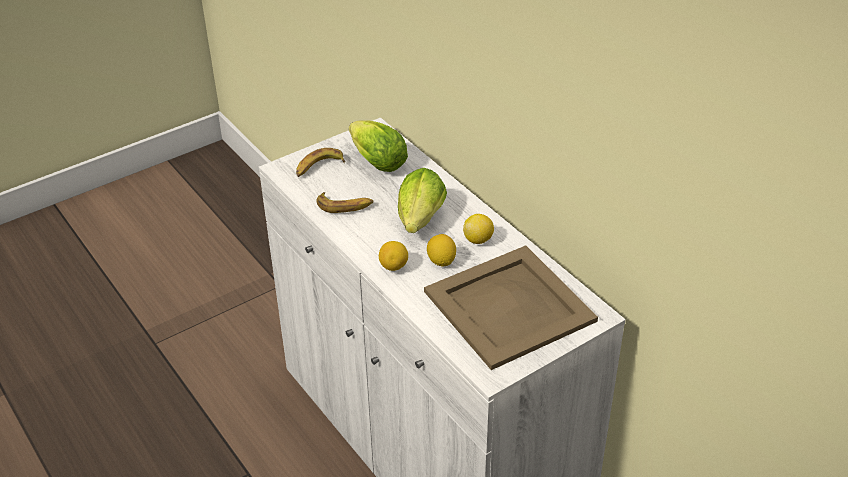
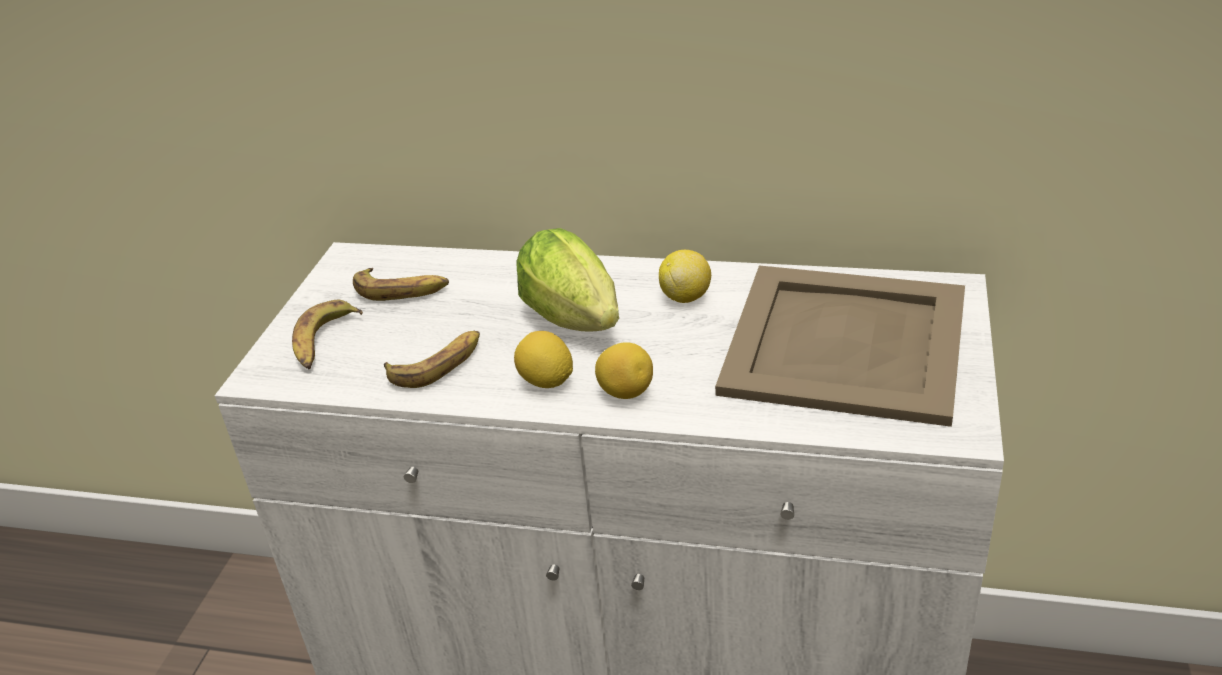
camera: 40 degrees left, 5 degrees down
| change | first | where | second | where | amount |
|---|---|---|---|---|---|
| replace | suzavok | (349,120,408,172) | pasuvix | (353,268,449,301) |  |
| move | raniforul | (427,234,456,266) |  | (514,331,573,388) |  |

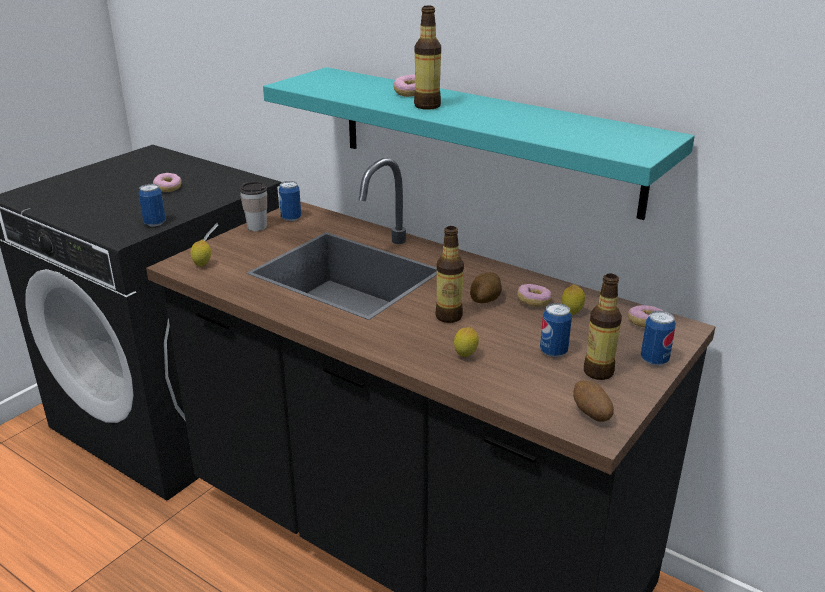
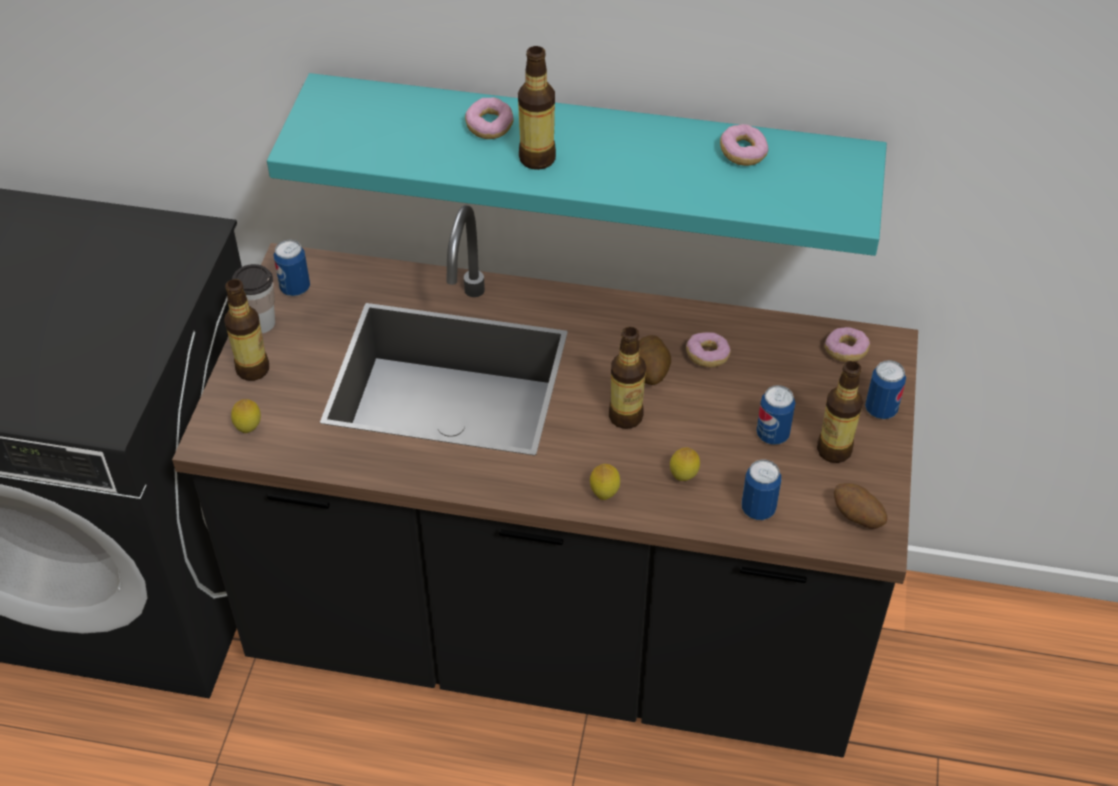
camera: 25 degrees left, 20 degrees up
| change | first | where | second | where | amount |
|---|---|---|---|---|---|
| move | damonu | (153,173,182,192) |  | (720,124,768,166) |  |
| move | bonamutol | (139,184,166,227) |  | (742,459,781,520) |  |
| move | raniforul | (562,284,585,315) |  | (590,464,620,500) |  |
| insert |  |  | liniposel | (224,279,269,381) |  |

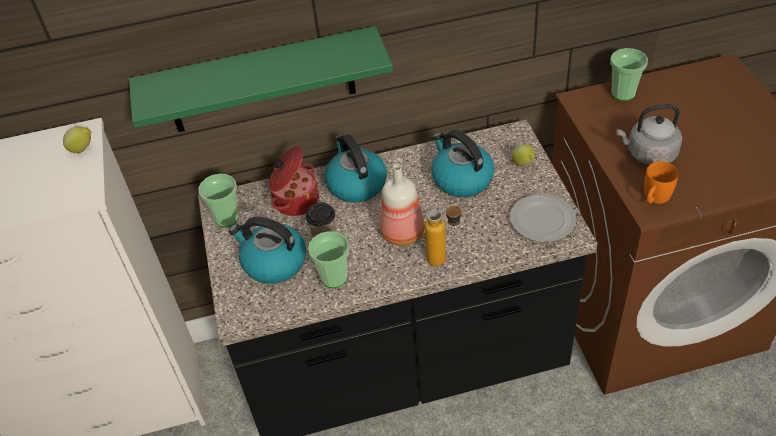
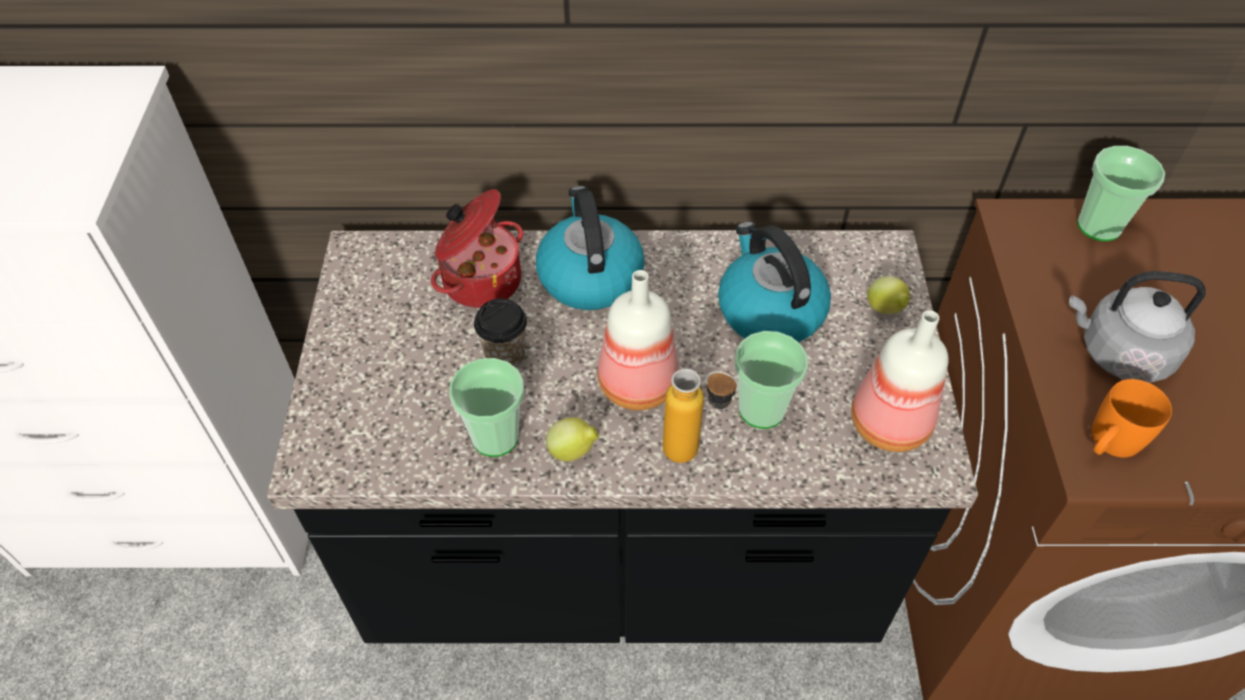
camera: 10 degrees right, 5 degrees up
| change | first | where | second | where | amount |
|---|---|---|---|---|---|
| delete | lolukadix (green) | (129,26,393,132) |  |  |  |
| move | raniforul | (63,126,91,153) |  | (546,417,599,461) |  |
| move | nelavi | (199,174,239,227) |  | (735,331,808,429) |  |
| replace | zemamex | (510,194,576,242) | liniposel | (851,310,948,452) |  |
| delete | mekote | (229,217,306,284) |  |  |  |

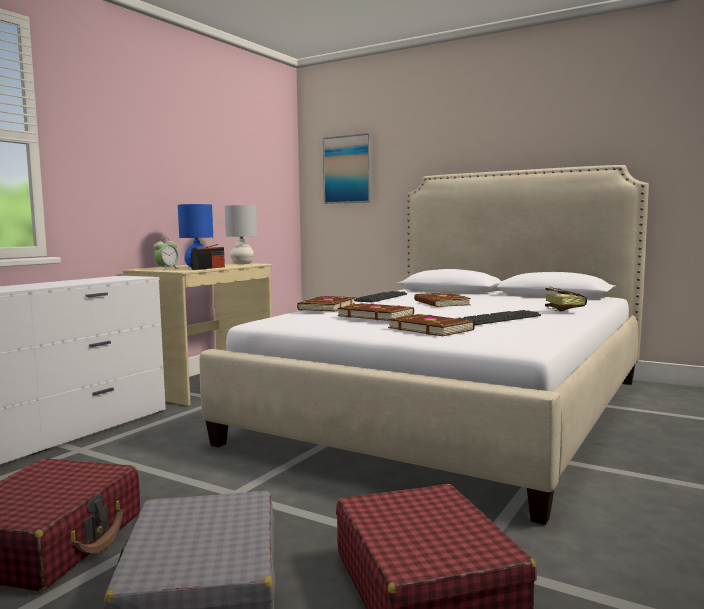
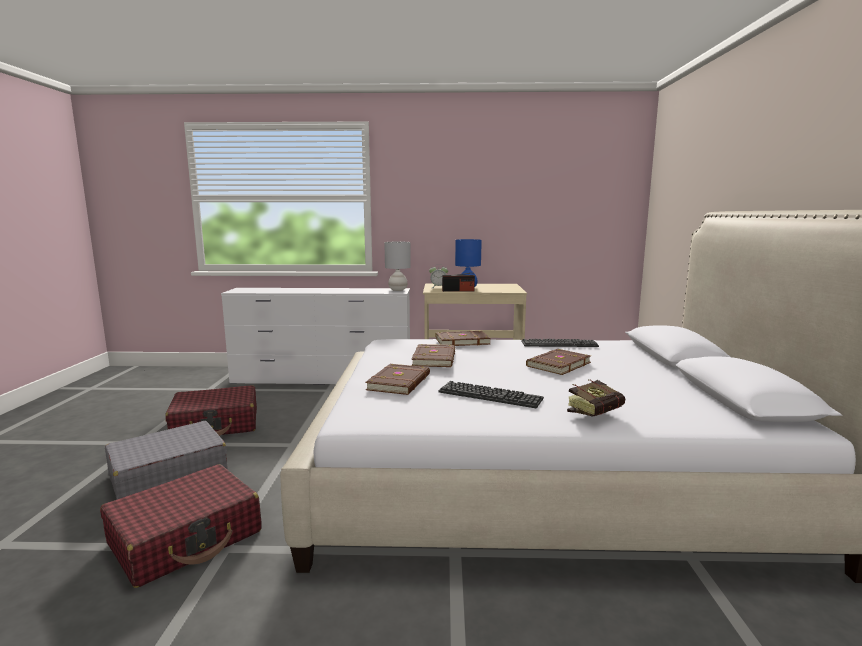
camera: 60 degrees right, 5 degrees up
| change | first | where | second | where | amount |
|---|---|---|---|---|---|
| delete | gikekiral | (323,133,372,204) |  |  |  |
| move | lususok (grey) | (225,205,257,264) |  | (384,242,411,291) |  |

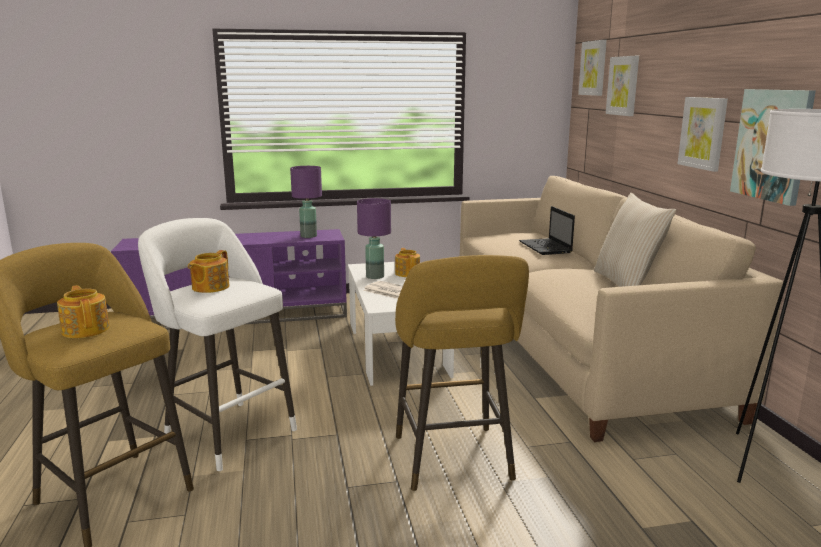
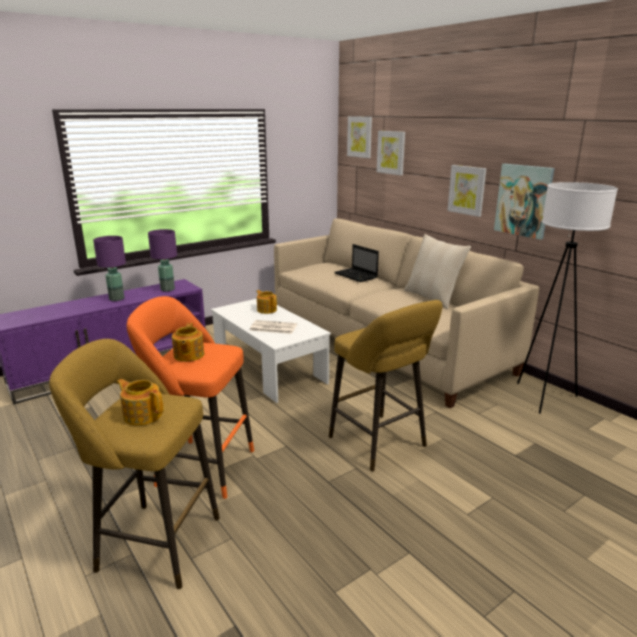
camera: 25 degrees left, 5 degrees up
| change | first | where | second | where | amount |
|---|---|---|---|---|---|
| move | lususok (purple) | (357,198,391,279) |  | (93,236,126,301) |  |
| recolor | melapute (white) | (138,218,297,471) | melapute (orange) | (127,296,254,499) |  |

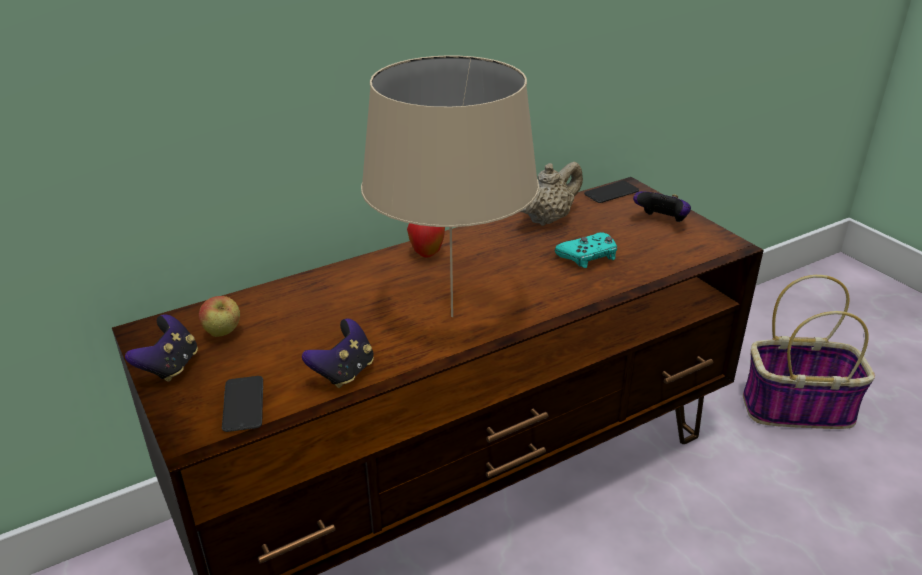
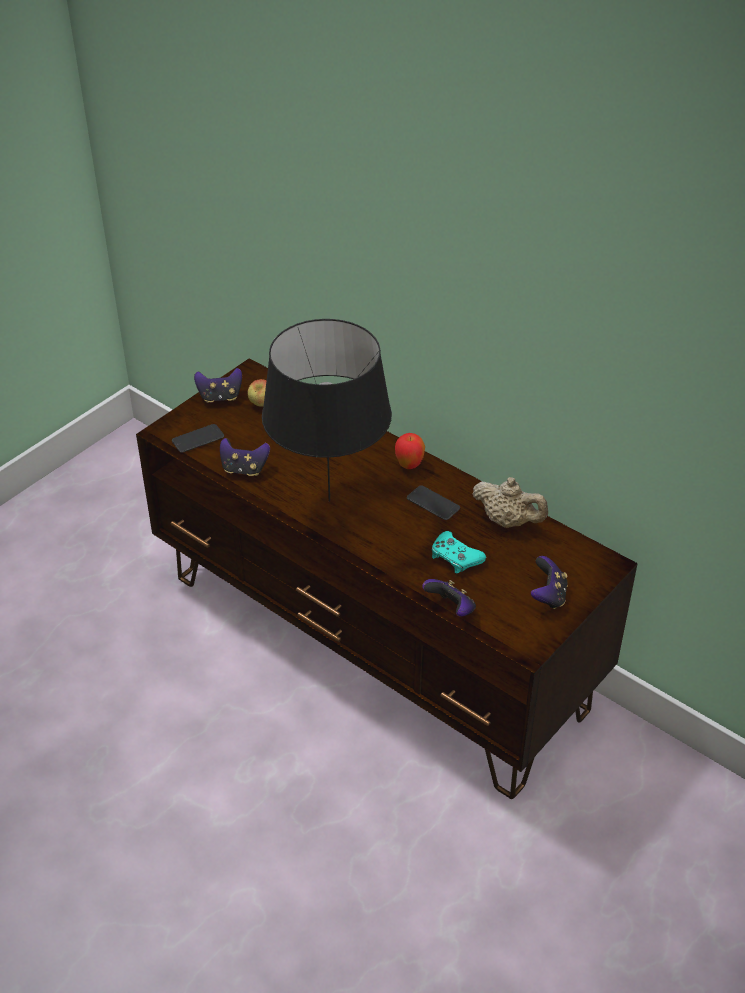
camera: 70 degrees right, 10 degrees up
| change | first | where | second | where | amount |
|---|---|---|---|---|---|
| recolor | lususok (beige) | (361,56,539,317) | lususok (black) | (262,319,392,502) |  |
| move | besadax | (584,181,639,203) |  | (407,485,460,520) |  |
| delete | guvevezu | (743,275,875,429) |  |  |  |
| insert |  |  | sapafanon | (422,579,476,617) |  |

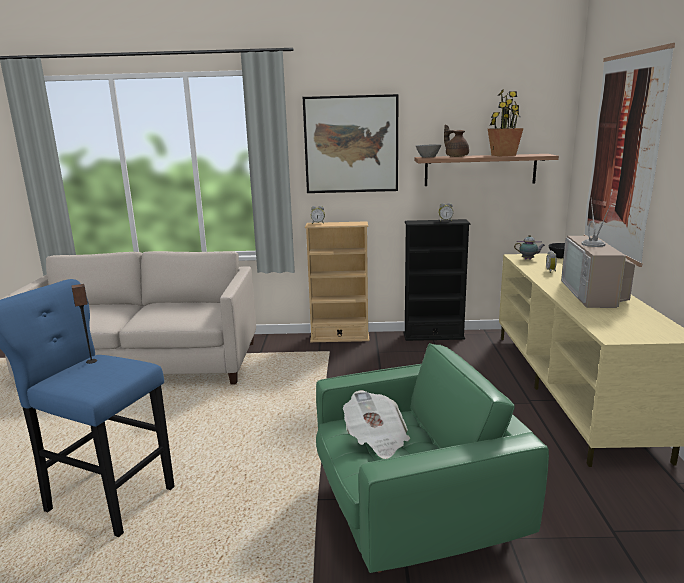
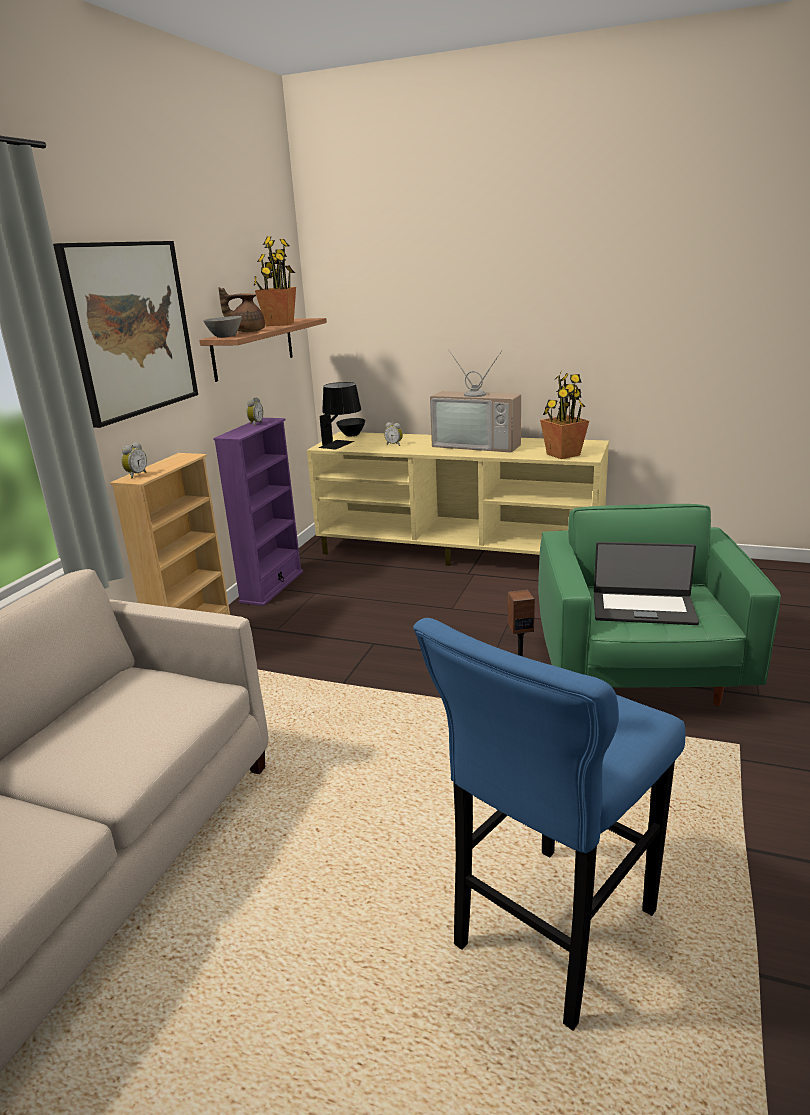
camera: 70 degrees left, 5 degrees up
| change | first | where | second | where | amount |
|---|---|---|---|---|---|
| delete | gikekiral | (584,43,675,267) |  |  |  |
| recolor | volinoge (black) | (404,219,471,341) | volinoge (purple) | (213,418,303,606) |  |
| replace | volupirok | (514,235,545,260) | lususok (black) | (318,382,361,450) |  |
| replace | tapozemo | (343,390,410,459) | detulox | (594,542,699,625) |  |
| insert |  |  | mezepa | (540,370,589,459) |  |

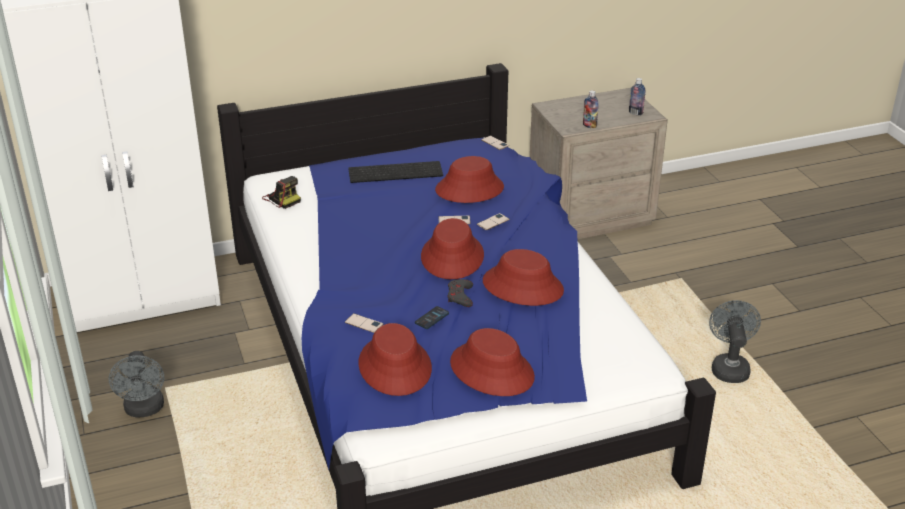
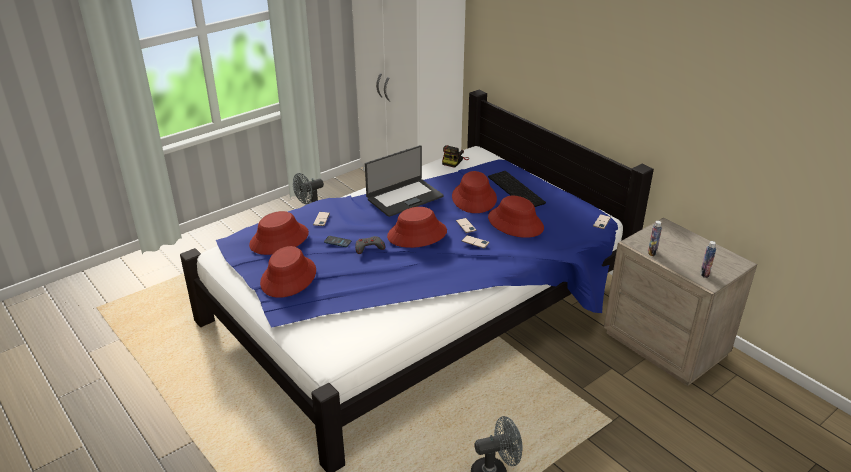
camera: 70 degrees right, 0 degrees up
| change | first | where | second | where | amount |
|---|---|---|---|---|---|
| move | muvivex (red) | (483,249,564,306) |  | (452,171,497,213) |  |
| insert |  |  | detulox | (365,145,444,217) |  |

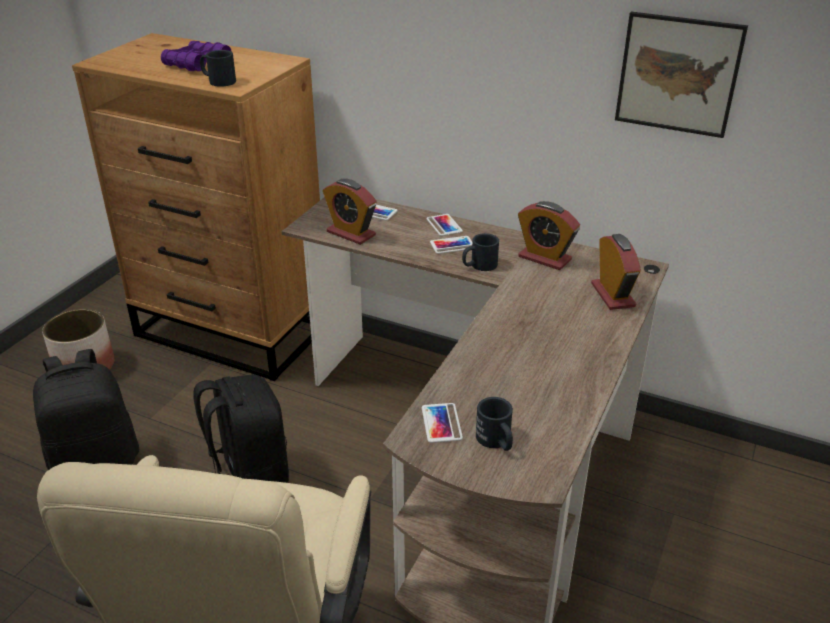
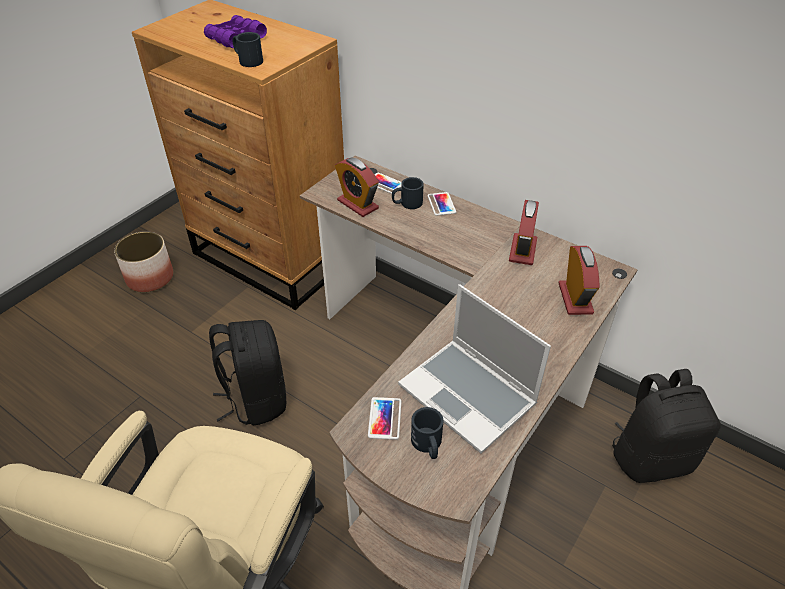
camera: 10 degrees right, 10 degrees up
| change | first | where | second | where | amount |
|---|---|---|---|---|---|
| delete | gikekiral | (615,12,748,138) |  |  |  |
| rotate | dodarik | (518,201,580,270) |  | (509,200,539,265) | 60 degrees clockwise |
| move | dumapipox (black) | (462,233,499,271) |  | (392,177,424,209) |  |
| delete | besadax | (430,236,472,254) |  |  |  |
| move | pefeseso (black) | (33,349,139,470) |  | (612,369,721,483) |  |
| insert |  |  | detulox | (398,284,551,453) |  |

